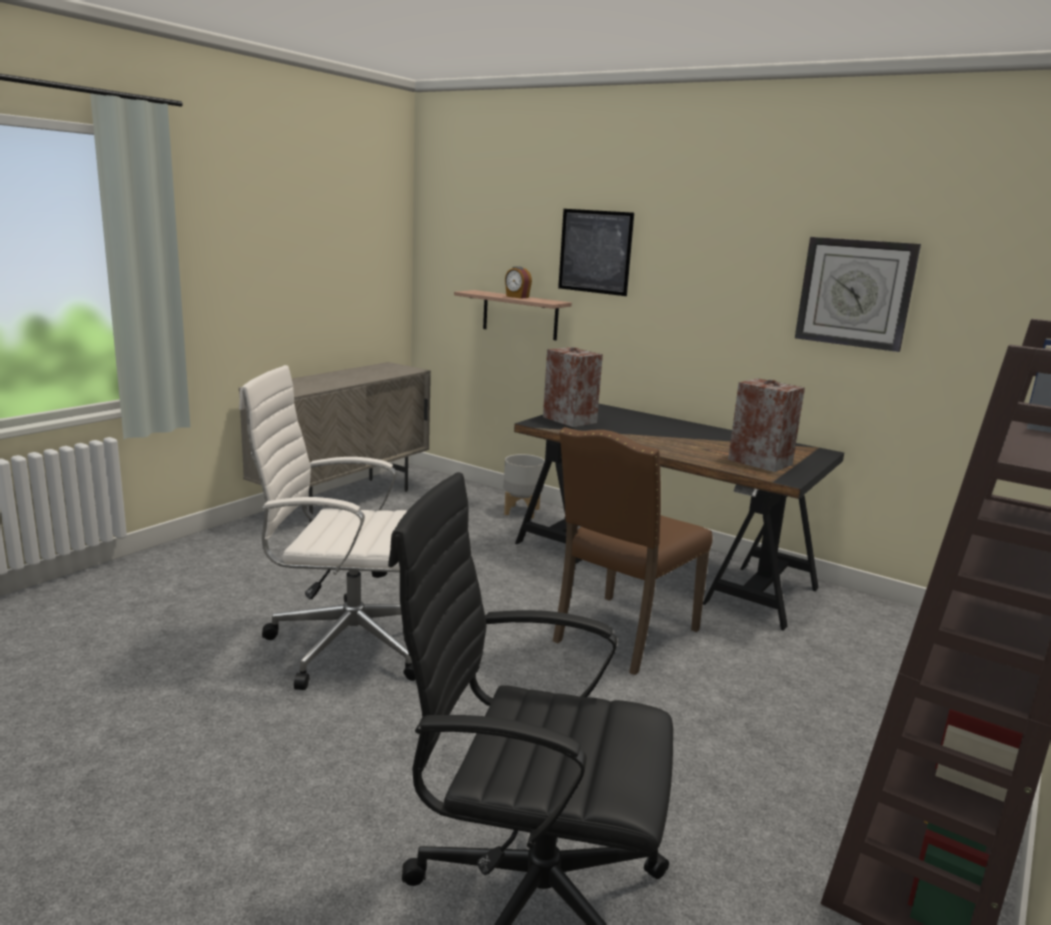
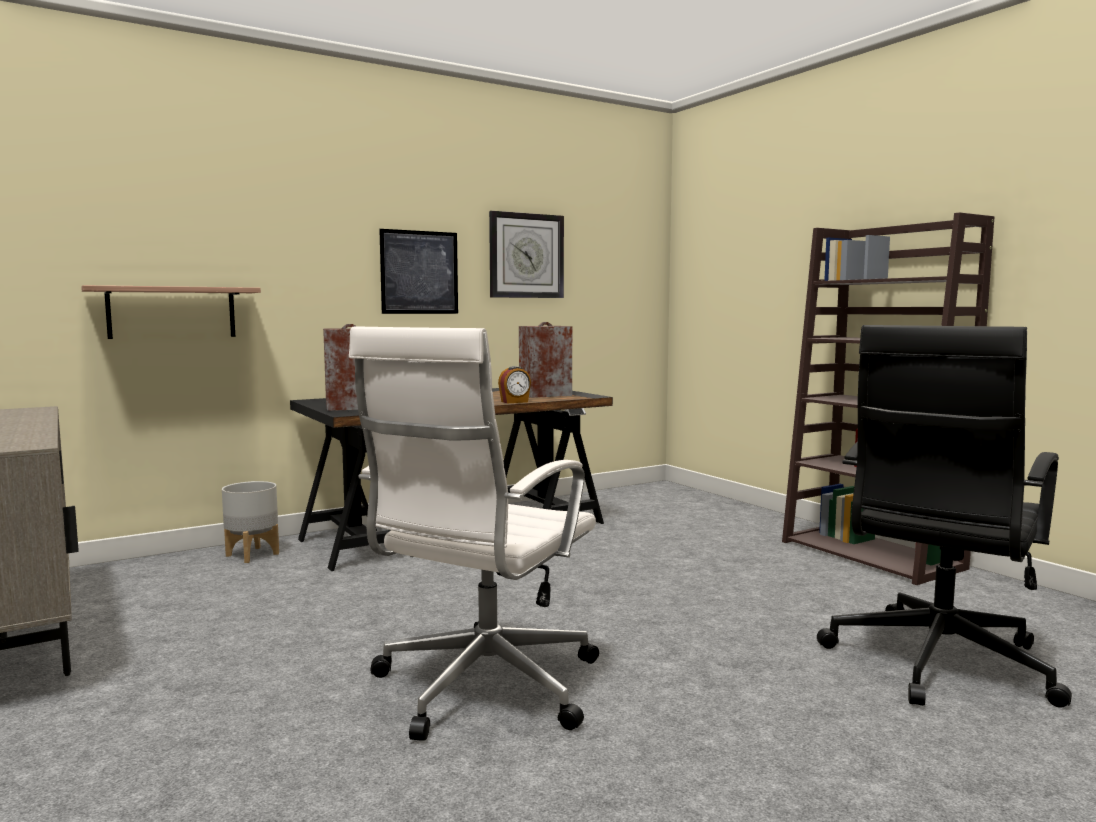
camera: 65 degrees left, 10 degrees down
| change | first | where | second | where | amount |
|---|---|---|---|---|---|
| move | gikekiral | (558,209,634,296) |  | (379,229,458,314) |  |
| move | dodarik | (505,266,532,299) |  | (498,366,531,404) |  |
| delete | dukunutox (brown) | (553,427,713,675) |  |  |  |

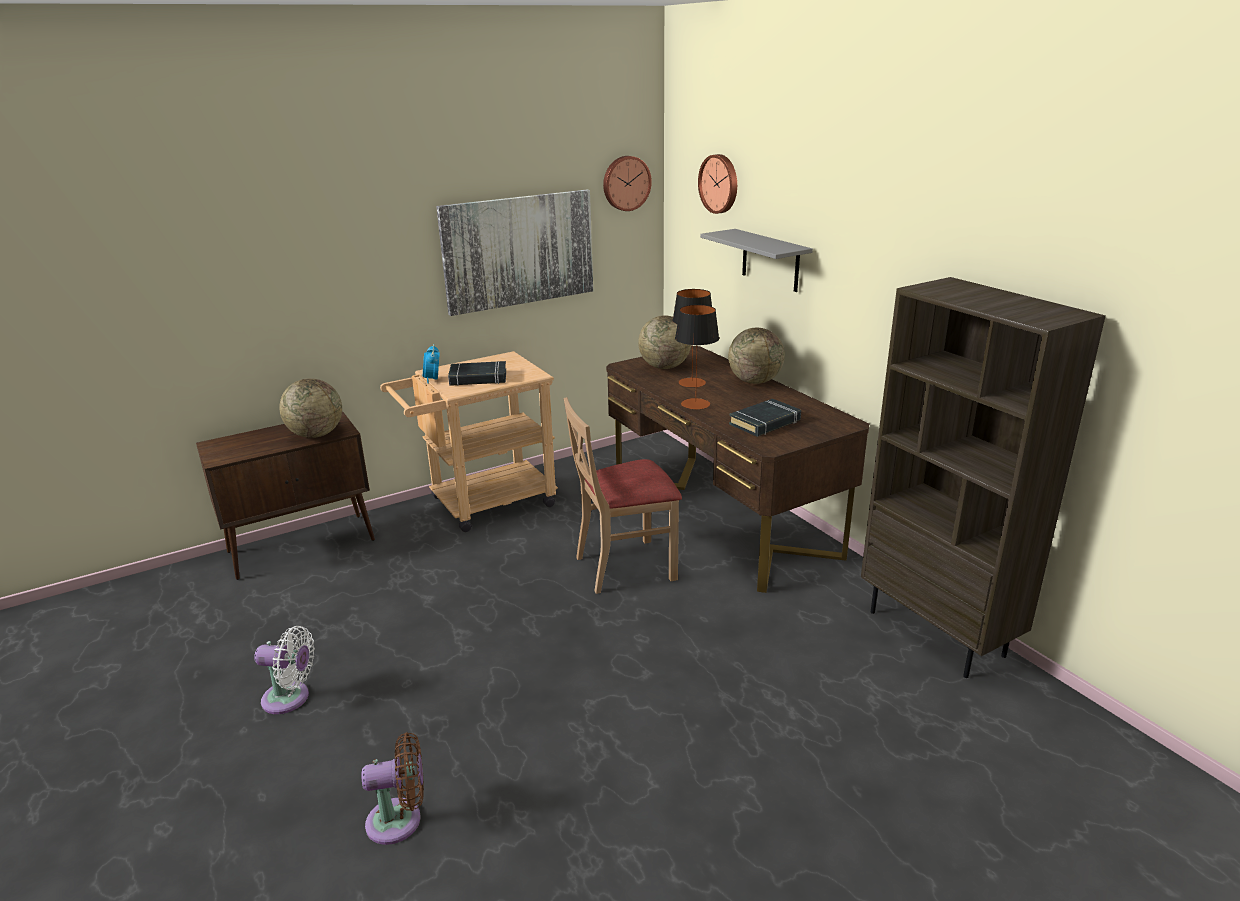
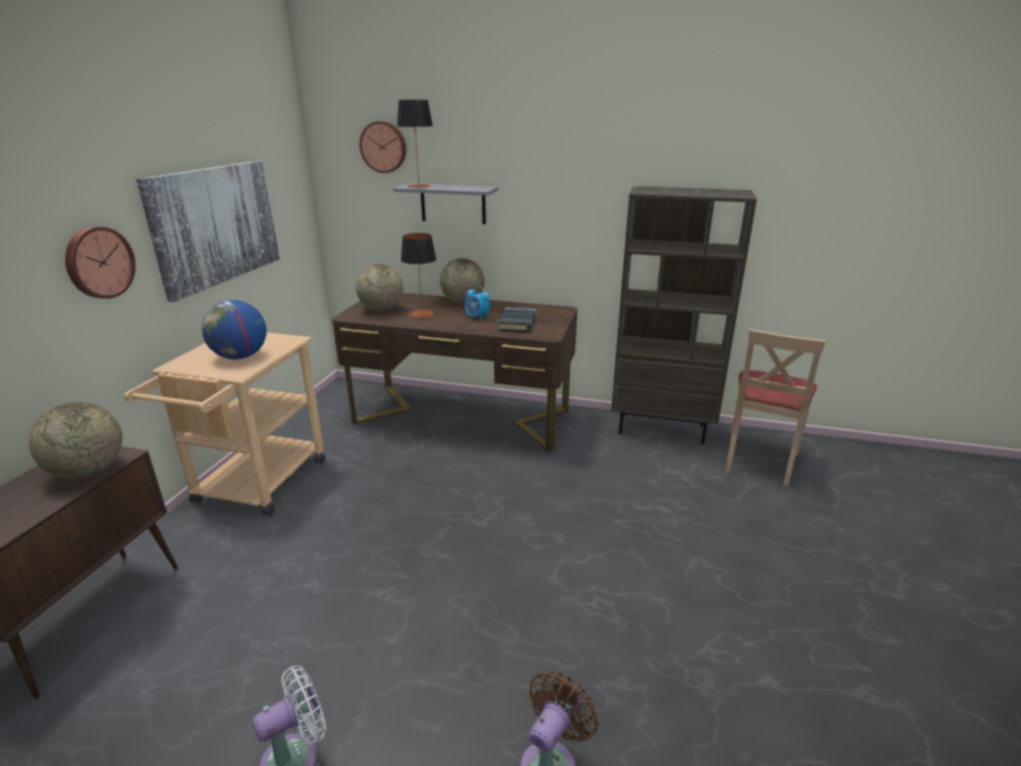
camera: 45 degrees left, 0 degrees up
| change | first | where | second | where | amount |
|---|---|---|---|---|---|
| move | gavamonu | (603,156,652,211) |  | (65,226,136,299) |  |
| move | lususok | (675,305,719,410) |  | (397,100,433,188) |  |
| move | dodarik | (423,344,440,384) |  | (465,286,490,320) |  |
| replace | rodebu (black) | (448,361,506,386) | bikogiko | (202,300,267,359) |  |
| move | dukunutox (beige) | (564,397,682,594) |  | (725,329,826,487) |  |

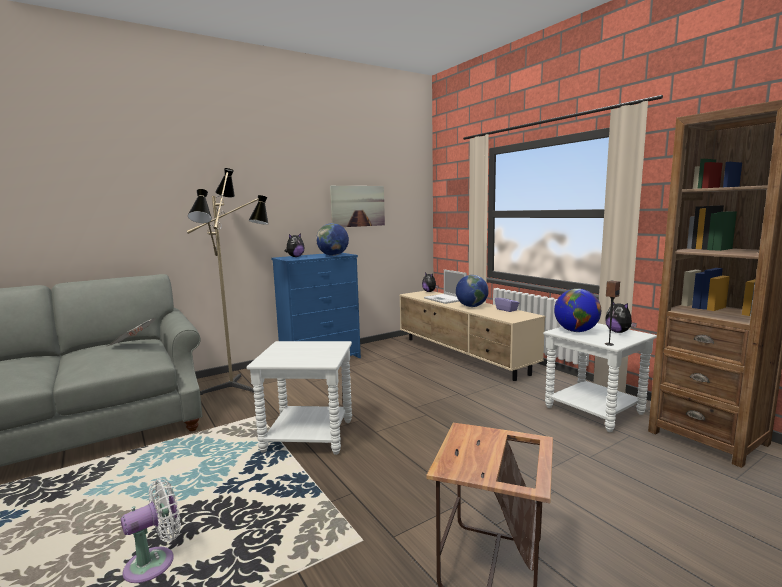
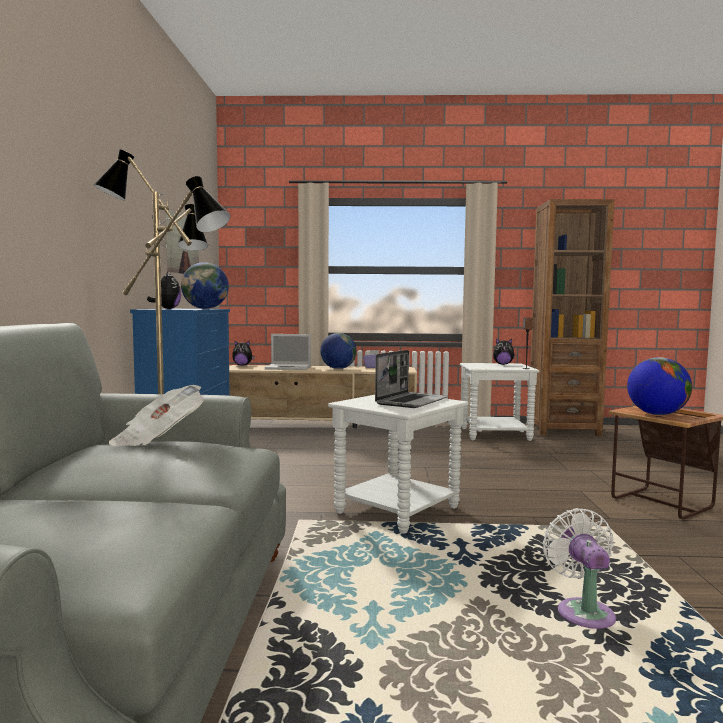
camera: 55 degrees left, 5 degrees down
| change | first | where | second | where | amount |
|---|---|---|---|---|---|
| move | bikogiko | (554,289,601,332) |  | (627,357,692,415) |  |
| insert |  |  | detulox | (375,350,448,408) |  |

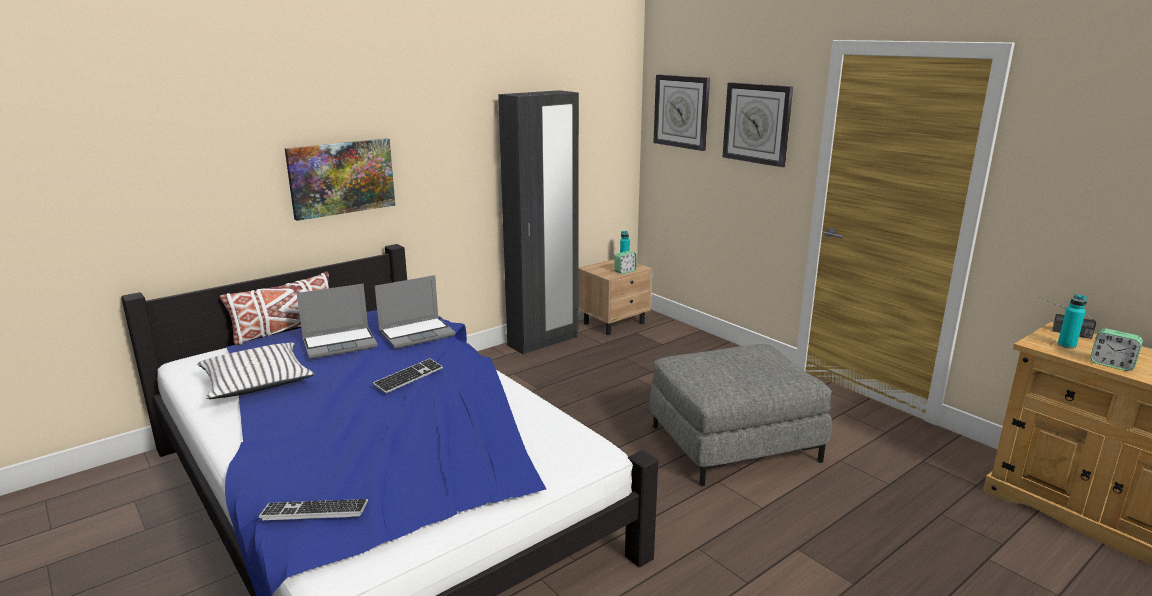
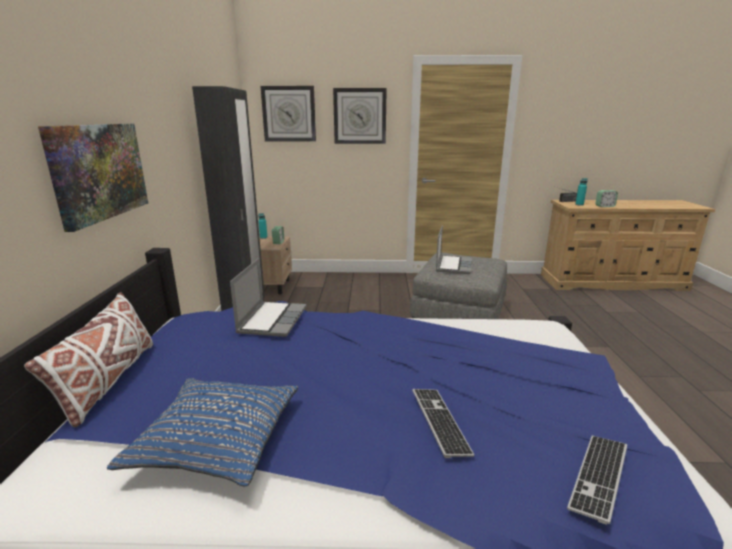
camera: 50 degrees left, 0 degrees up
| change | first | where | second | where | amount |
|---|---|---|---|---|---|
| move | detulox | (296,284,378,359) |  | (436,225,472,274) |  |
| recolor | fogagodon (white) | (197,343,315,399) | fogagodon (blue) | (107,378,298,486) |  |
| move | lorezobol | (373,358,443,393) |  | (412,389,474,458) |  |

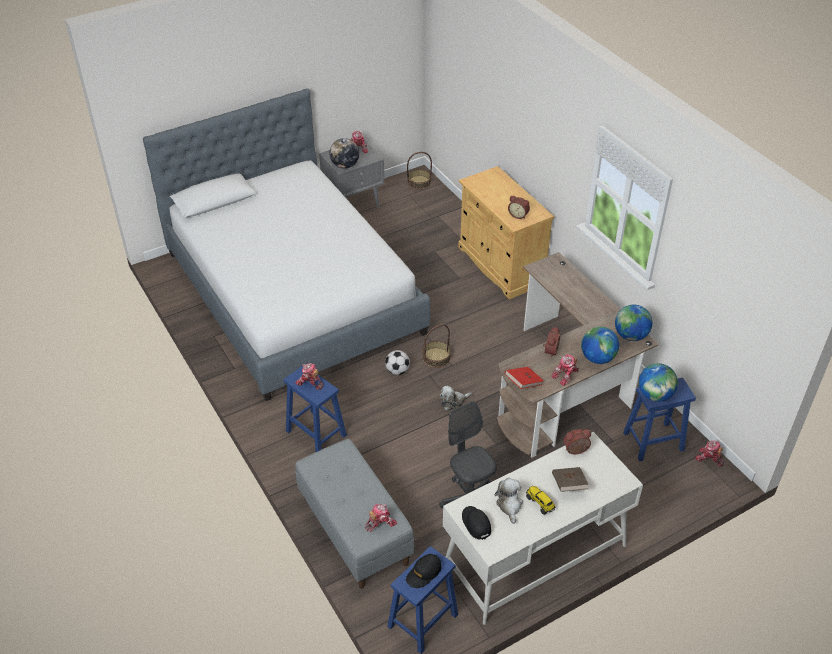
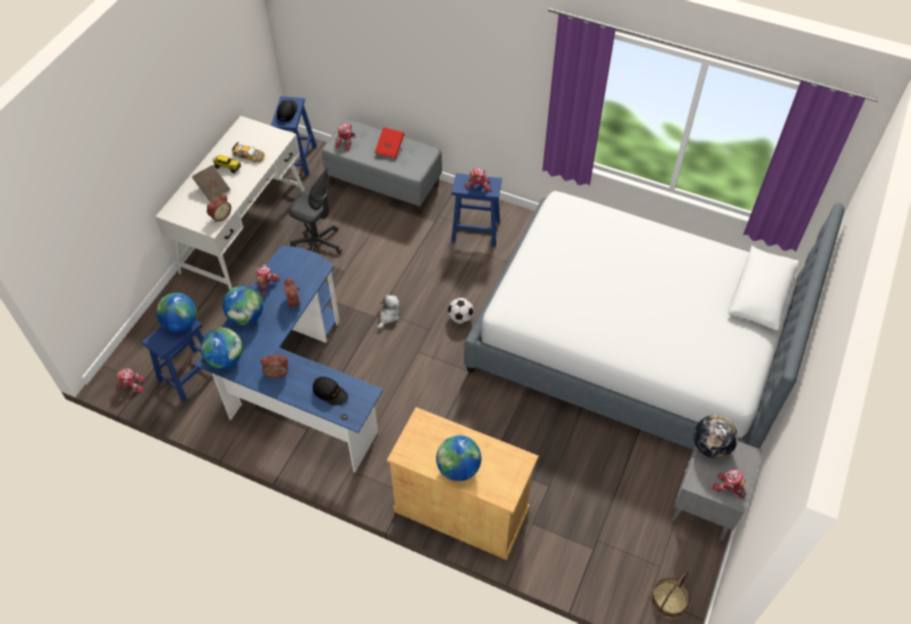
camera: 145 degrees right, 10 degrees up
| change | first | where | second | where | amount |
|---|---|---|---|---|---|
| move | dodarik | (508,196,530,219) |  | (260,355,288,378) |  |
| recolor | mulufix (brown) | (497,252,659,458) | mulufix (blue) | (194,246,383,472) |  |
| delete | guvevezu | (422,324,451,368) |  |  |  |
| move | rodebu (red) | (505,367,544,389) |  | (375,127,405,159) |  |
| replace | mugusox | (495,478,523,524) | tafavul | (232,142,265,162) |  |
| move | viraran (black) | (462,506,491,540) |  | (313,377,348,406) |  |
| insert |  |  | bikogiko | (436,435,481,481) |  |

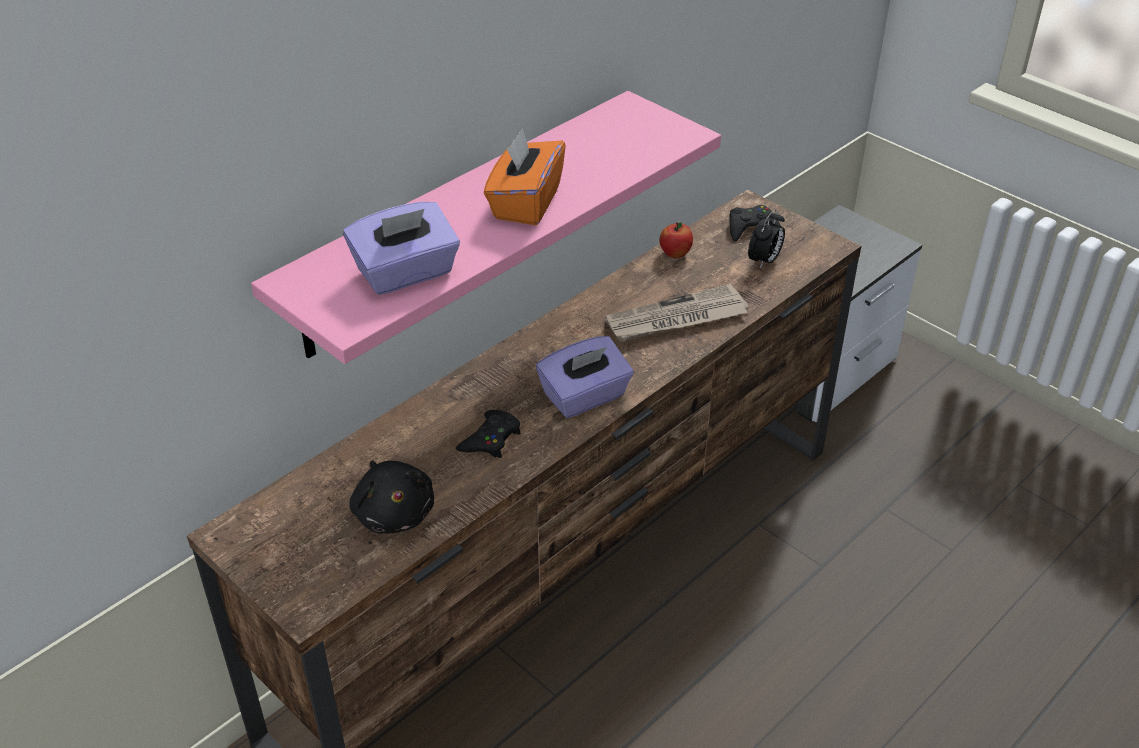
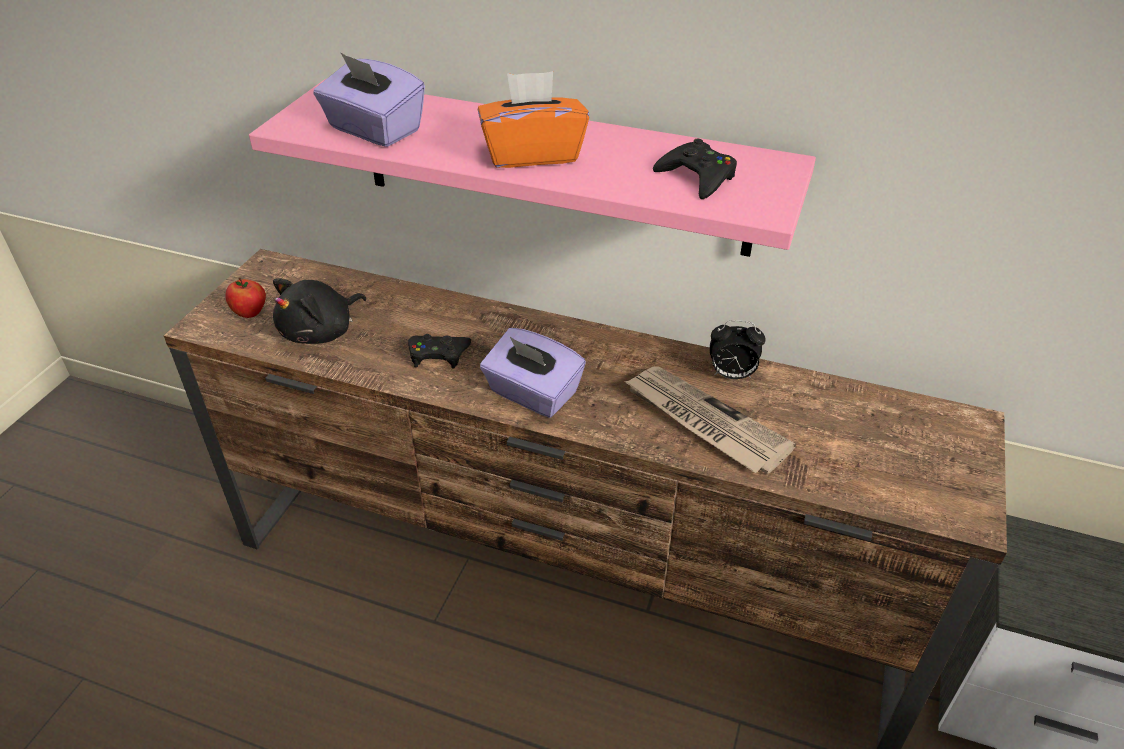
camera: 65 degrees right, 0 degrees up
| change | first | where | second | where | amount |
|---|---|---|---|---|---|
| move | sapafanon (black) | (729,205,781,242) |  | (653,139,737,199) |  |
| move | dodarik | (748,209,785,269) |  | (710,320,765,379) |  |
| move | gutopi | (659,222,693,258) |  | (225,277,266,318) |  |

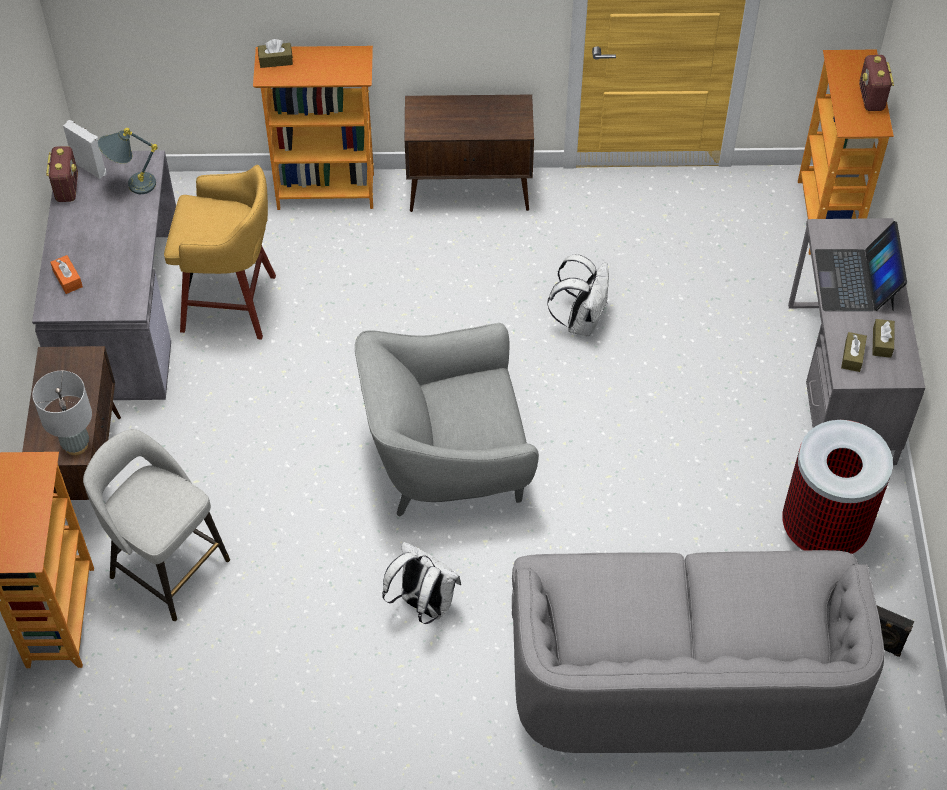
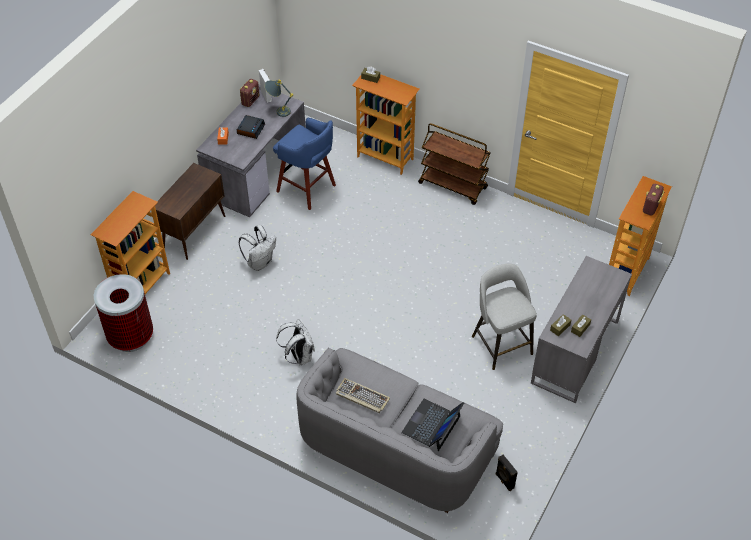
camera: 30 degrees right, 5 degrees down
| change | first | where | second | where | amount |
|---|---|---|---|---|---|
| replace | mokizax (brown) | (405,95,534,212) | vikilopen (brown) | (418,123,491,205) |  |
| recolor | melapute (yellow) | (164,165,276,340) | melapute (blue) | (273,118,336,210) |  |
| move | detulox | (815,221,907,311) |  | (401,399,464,451) |  |
| move | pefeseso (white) | (547,254,609,336) |  | (239,225,276,271) |  |
| delete | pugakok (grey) | (355,323,539,517) |  |  |  |
| delete | lususok (grey) | (32,371,92,455) |  |  |  |
| move | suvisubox | (782,420,893,554) |  | (94,274,153,352) |  |
| move | melapute (grey) | (83,429,230,621) |  | (472,264,537,370) |  |
| insert |  |  | dodarik | (237,115,265,139) |  |
| insert |  |  | lorezobol | (336,378,390,413) |  |

